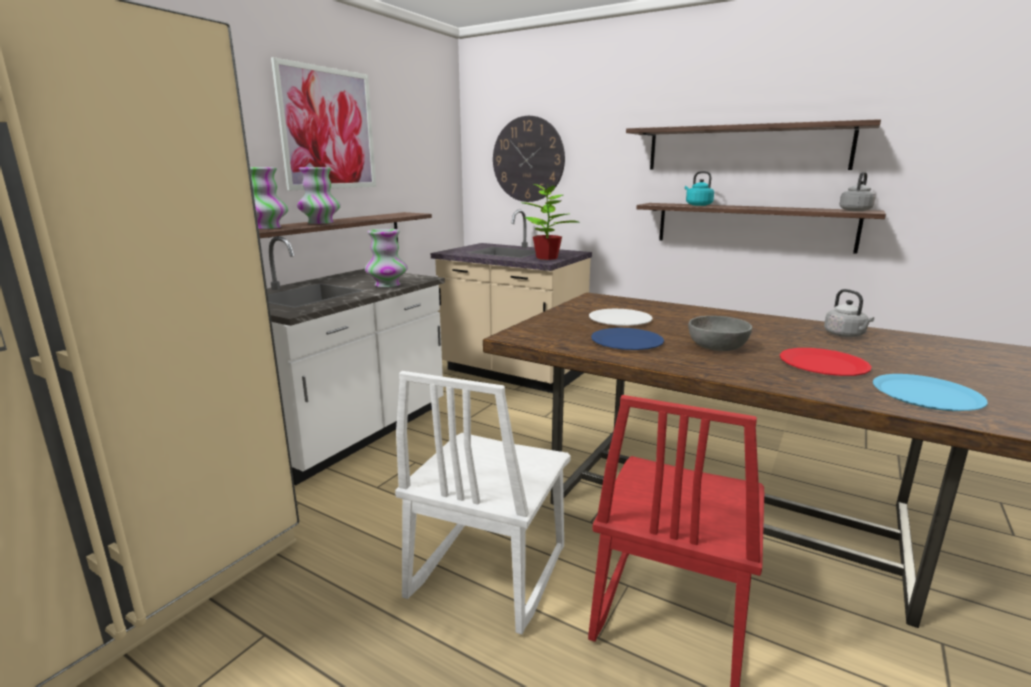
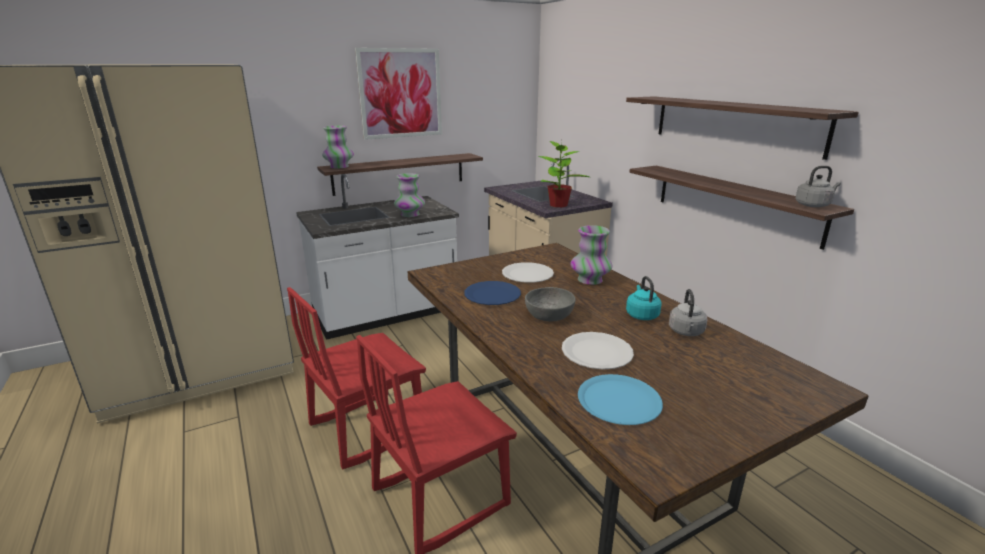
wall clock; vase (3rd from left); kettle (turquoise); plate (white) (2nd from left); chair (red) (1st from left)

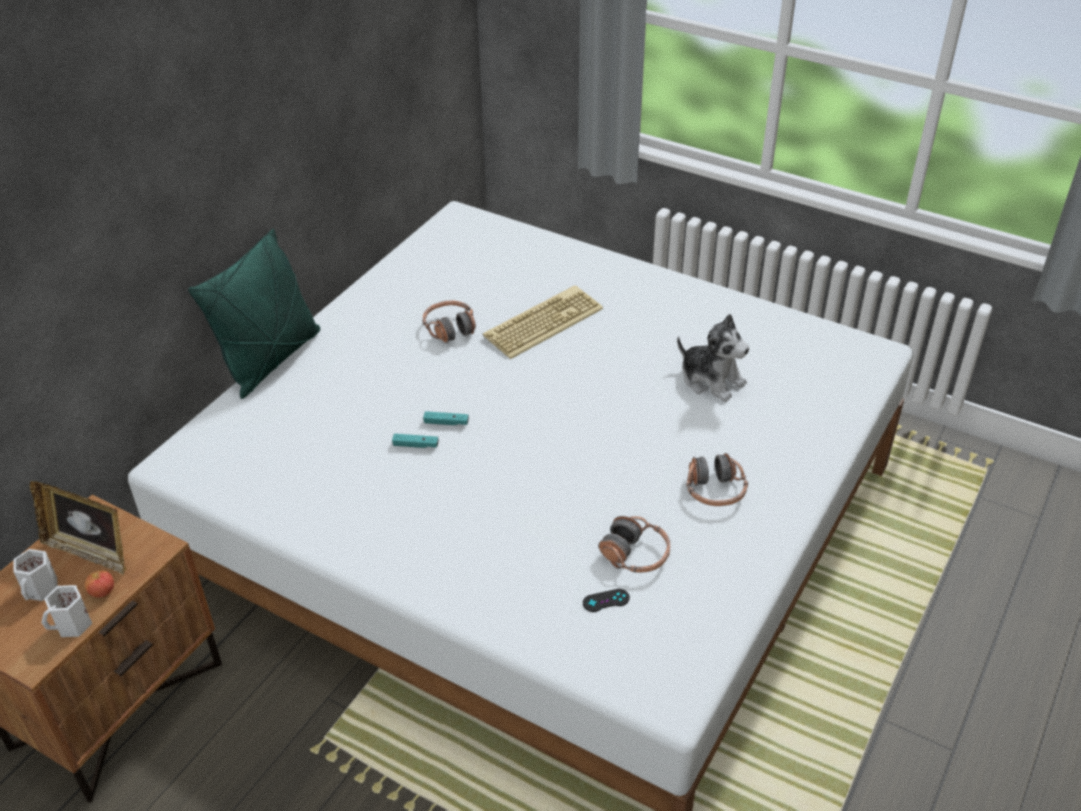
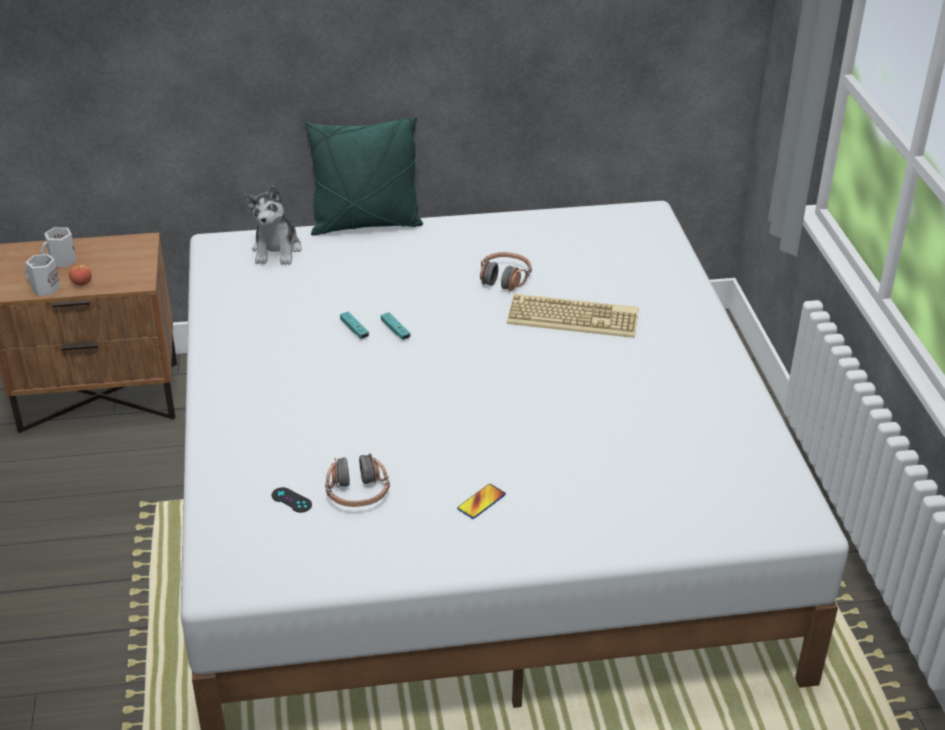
plush toy; phone; picture frame

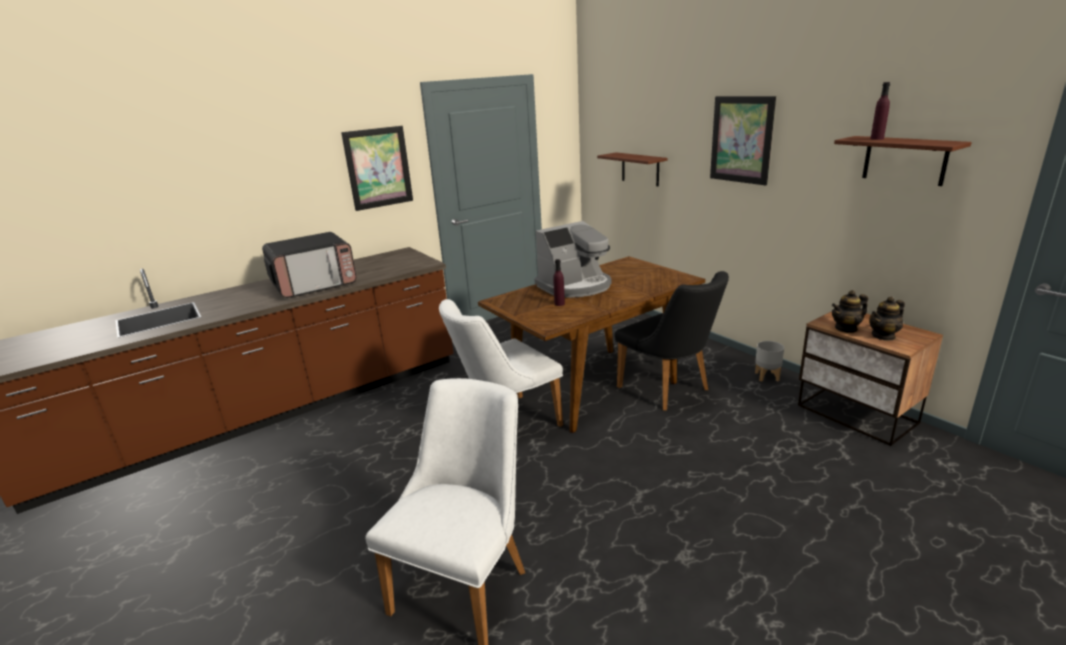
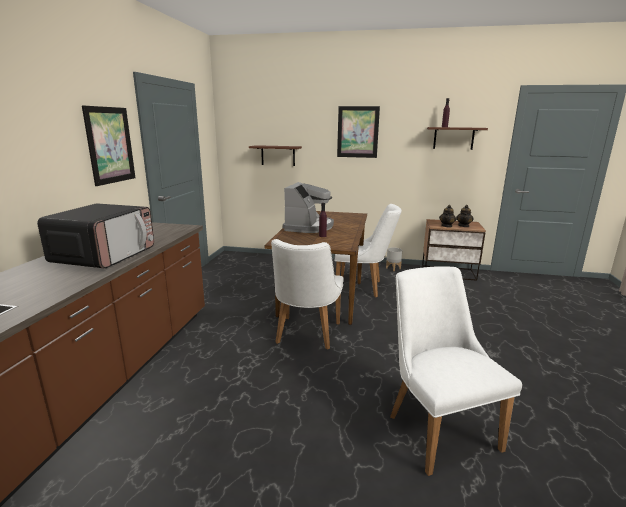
chair (white) (2nd from left)

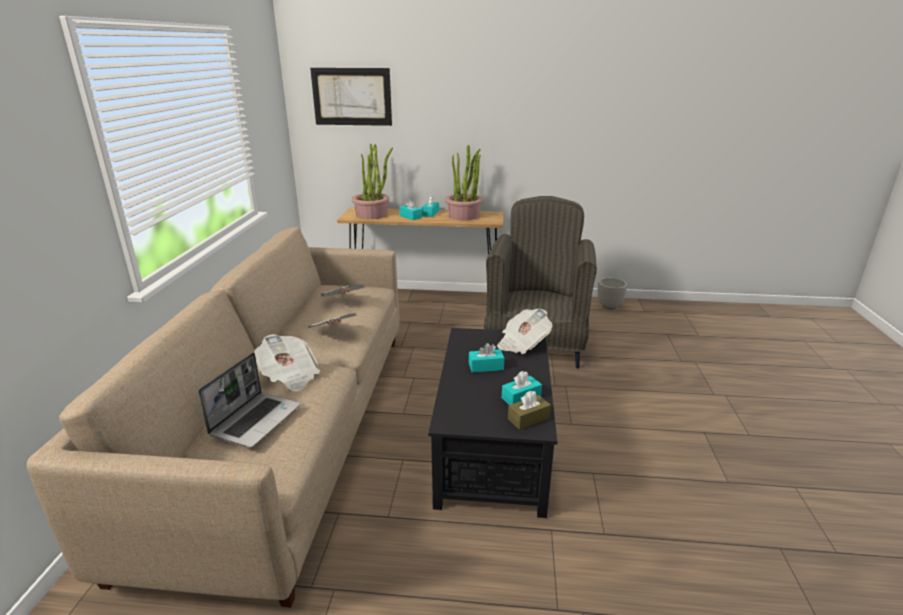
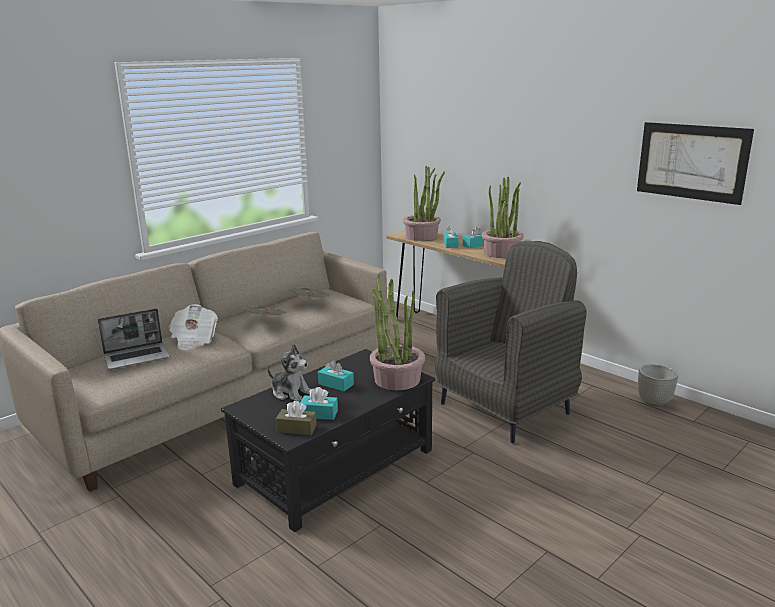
picture; potted plant (1st from left); plush toy

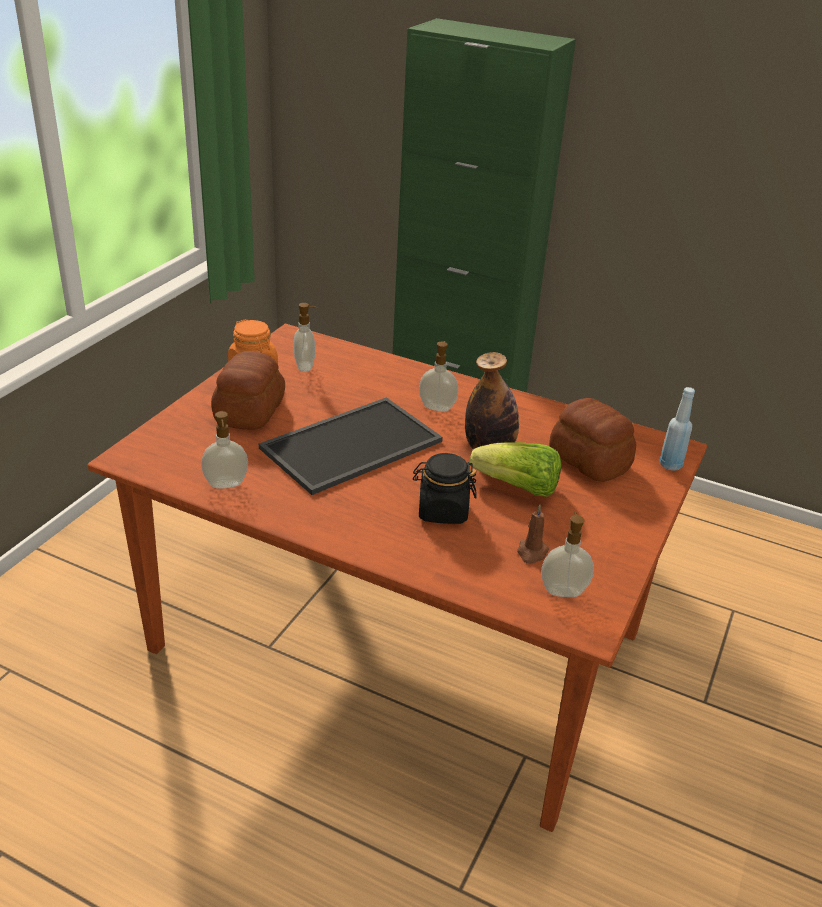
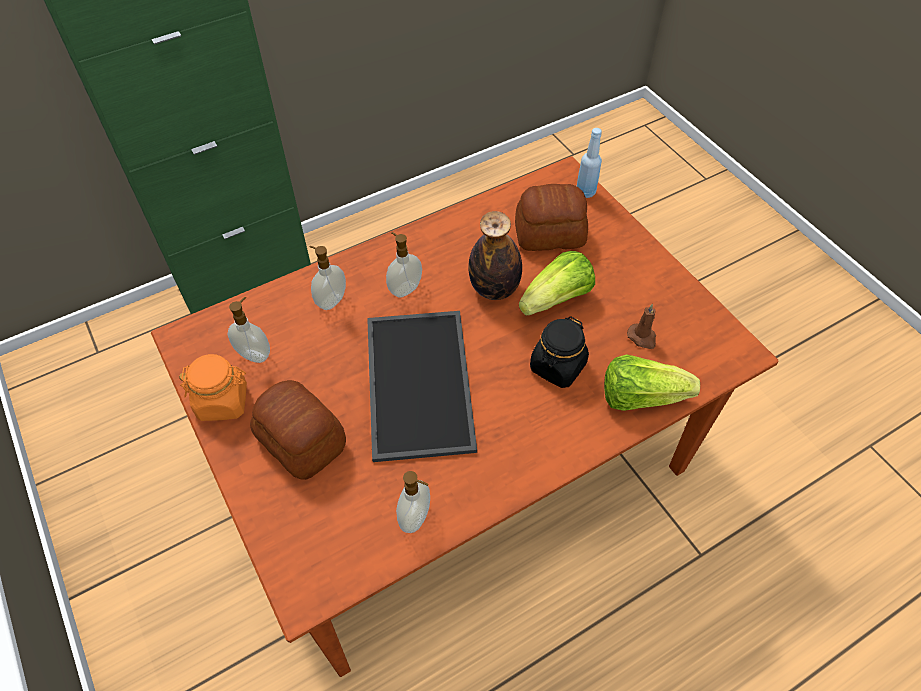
soap dispenser (2nd from left); lettuce (2nd from left)

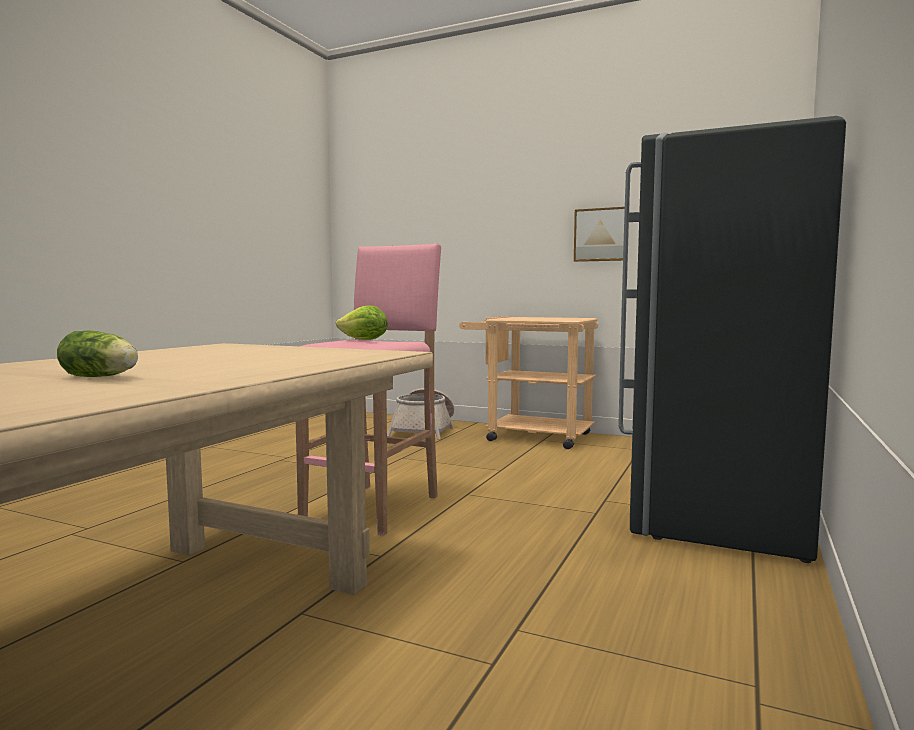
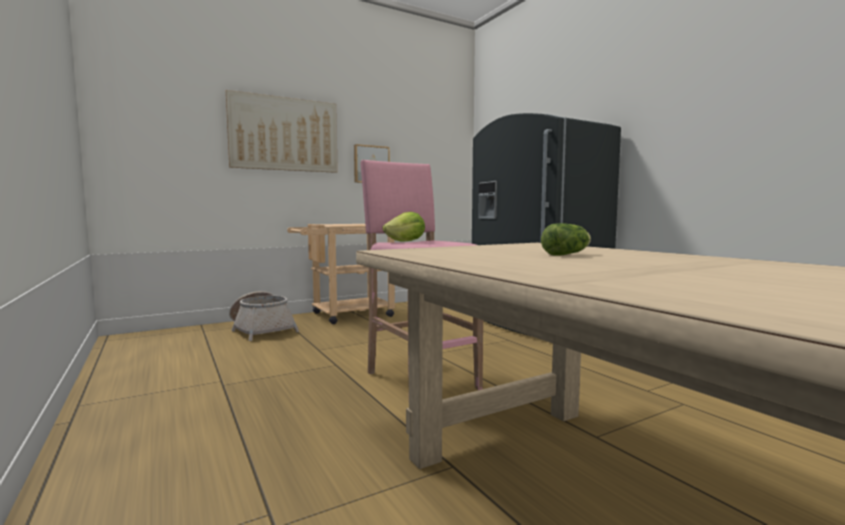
lettuce (2nd from left); picture (1st from left)

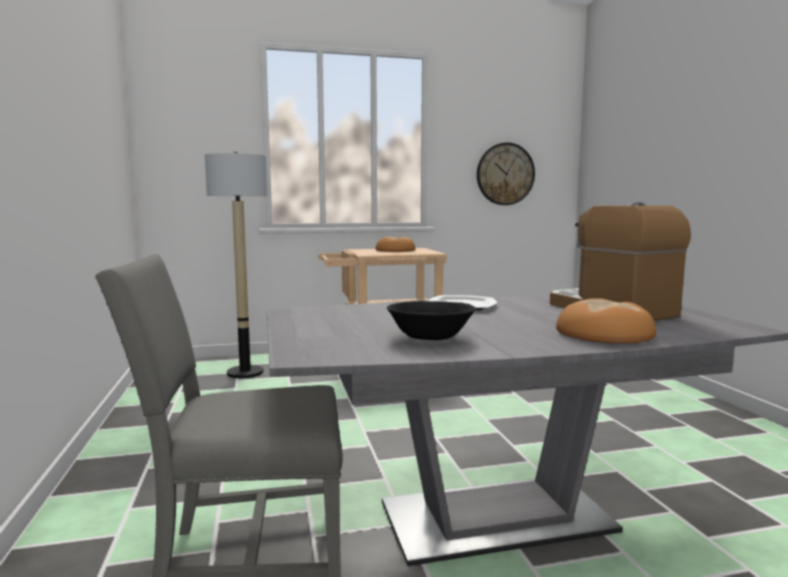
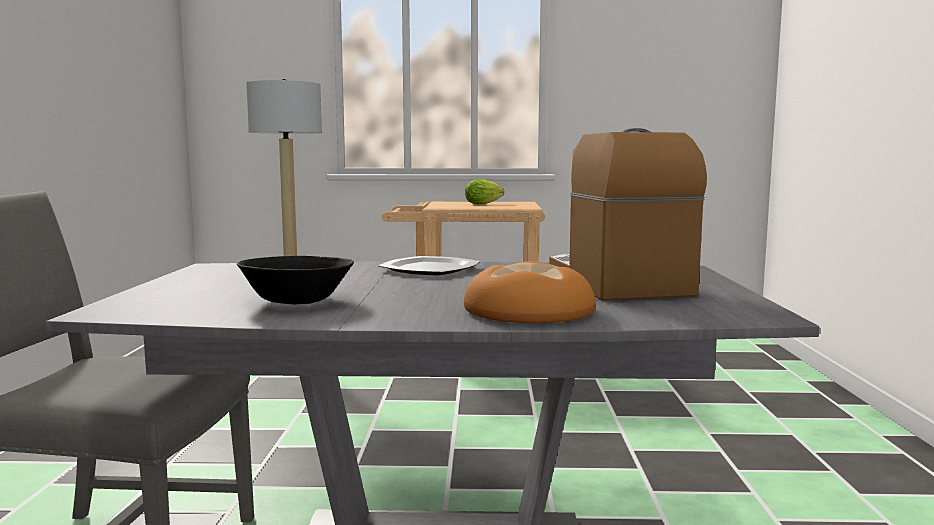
wall clock; lettuce

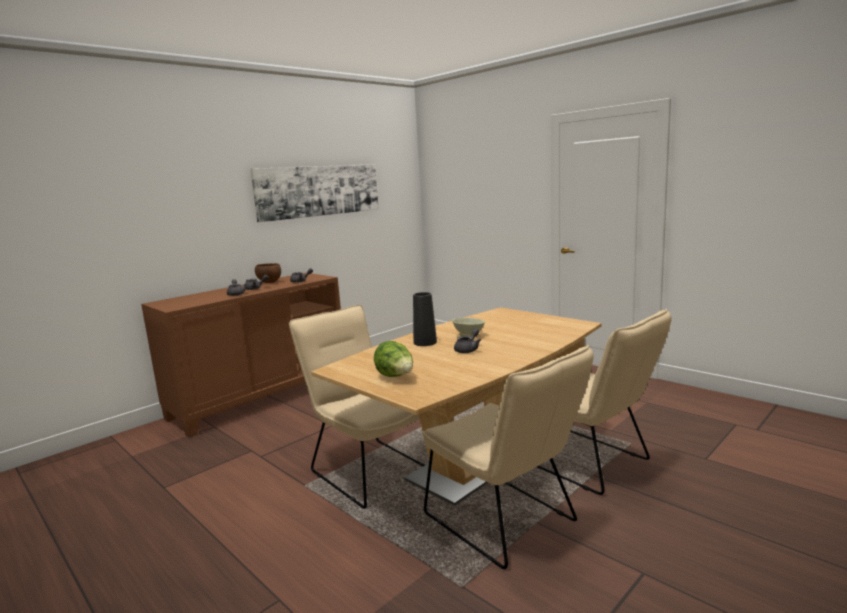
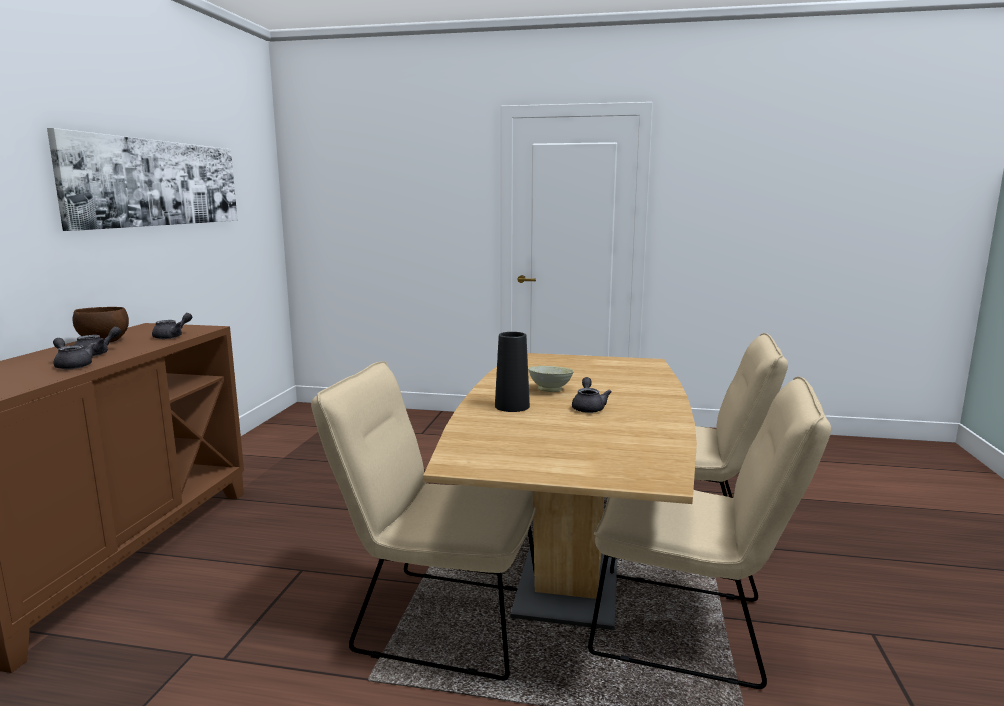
lettuce

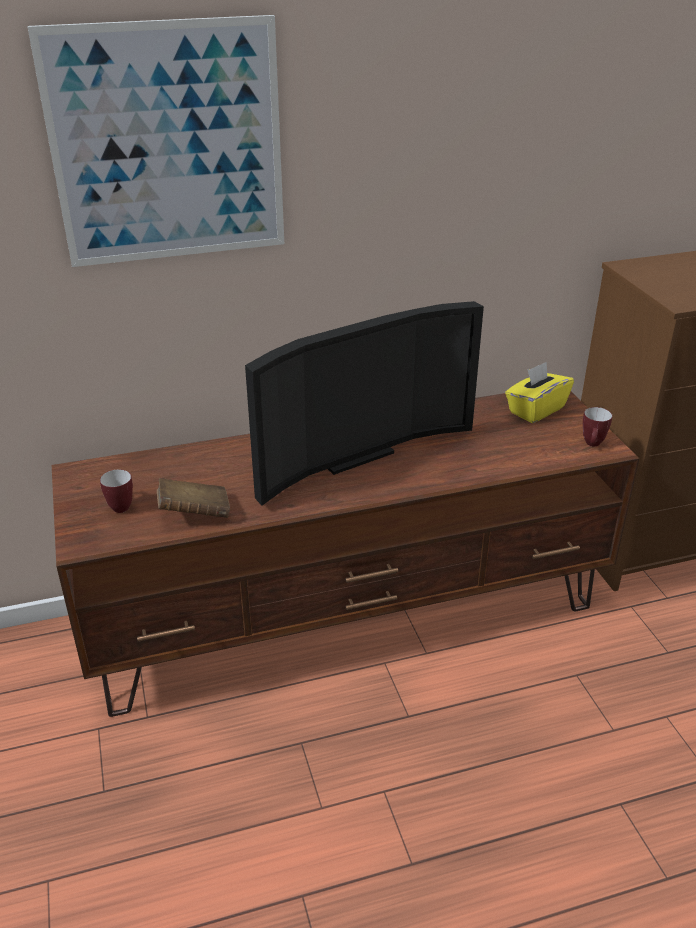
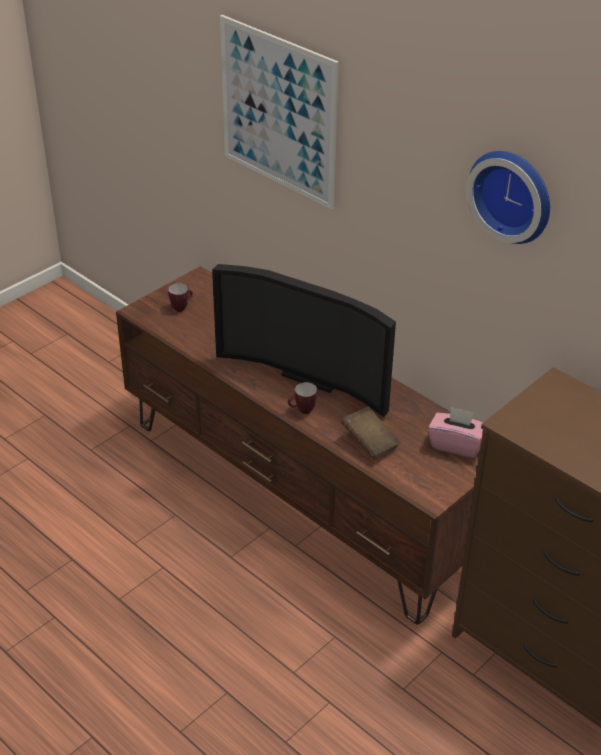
tissue box (pink); mug (2nd from left); book (brown); wall clock

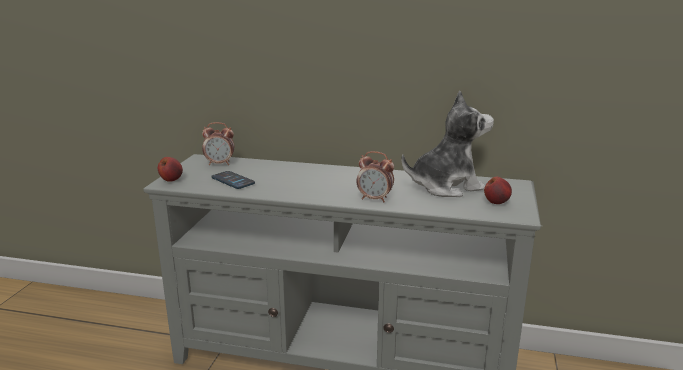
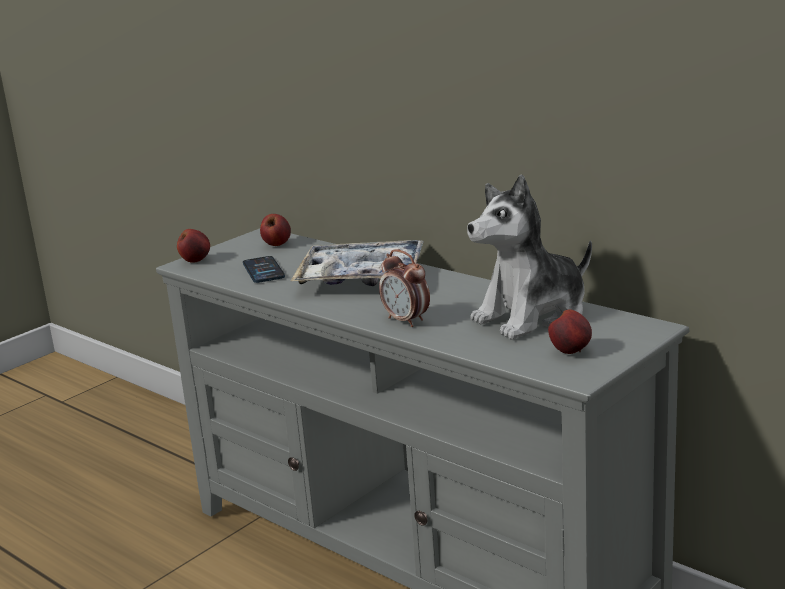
plush toy; apple (2nd from left); tray

